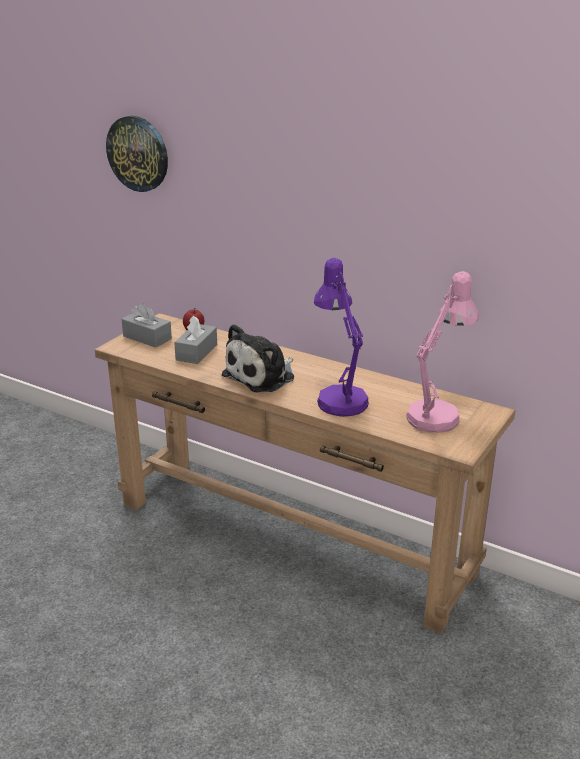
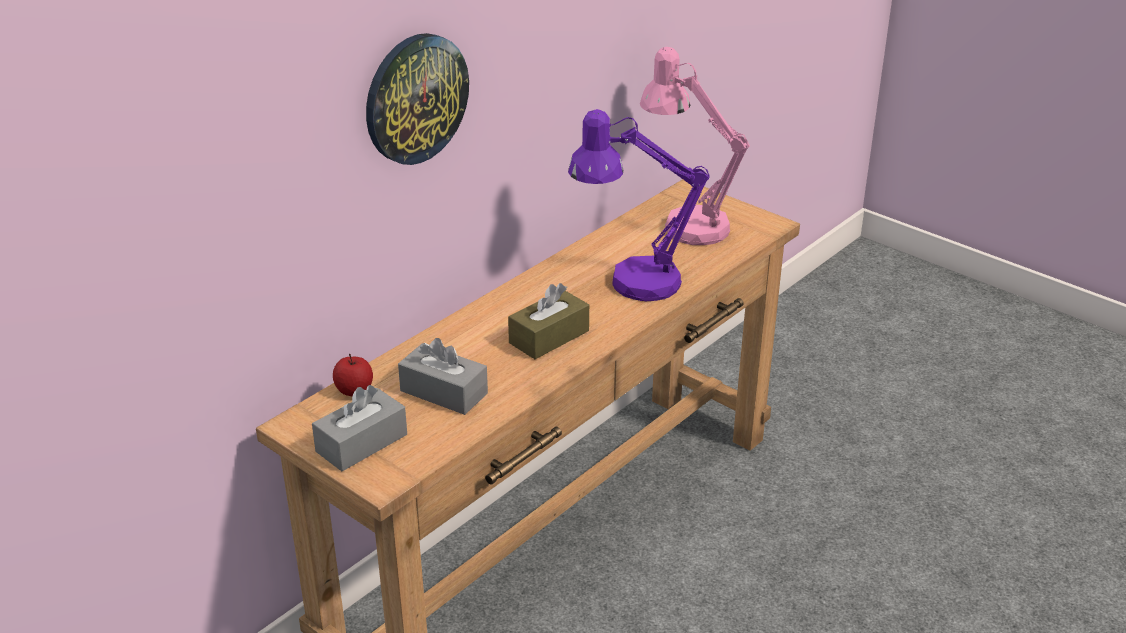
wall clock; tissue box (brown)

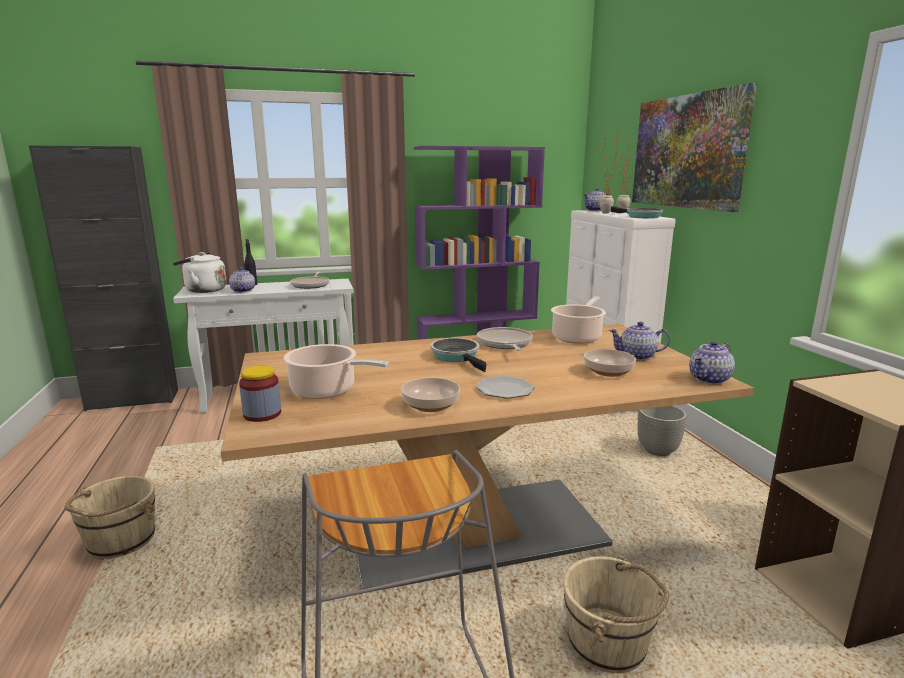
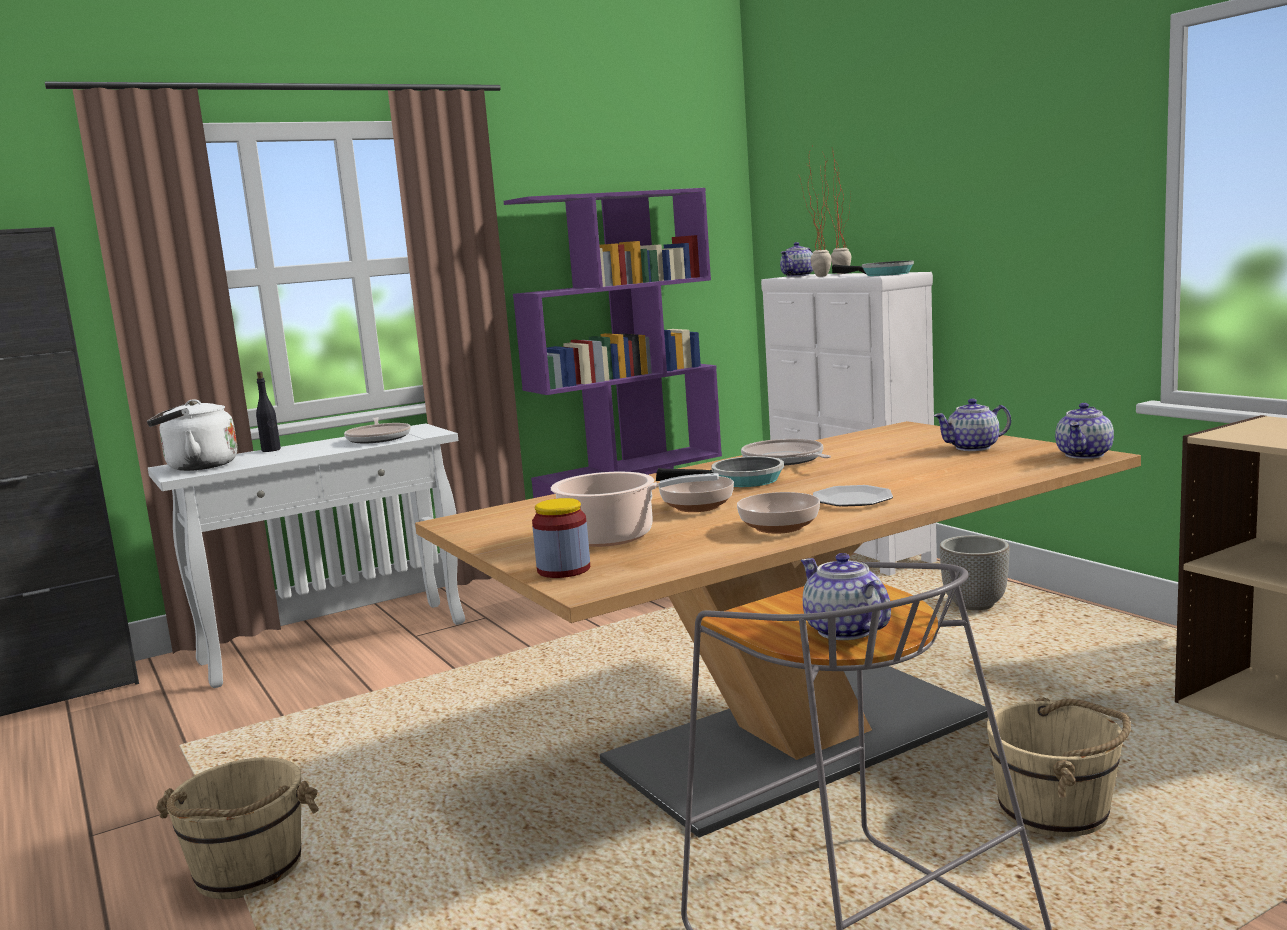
picture; teapot (2nd from left); cooking pot (2nd from left in the first image); frying pan (2nd from left); bowl (1st from left)

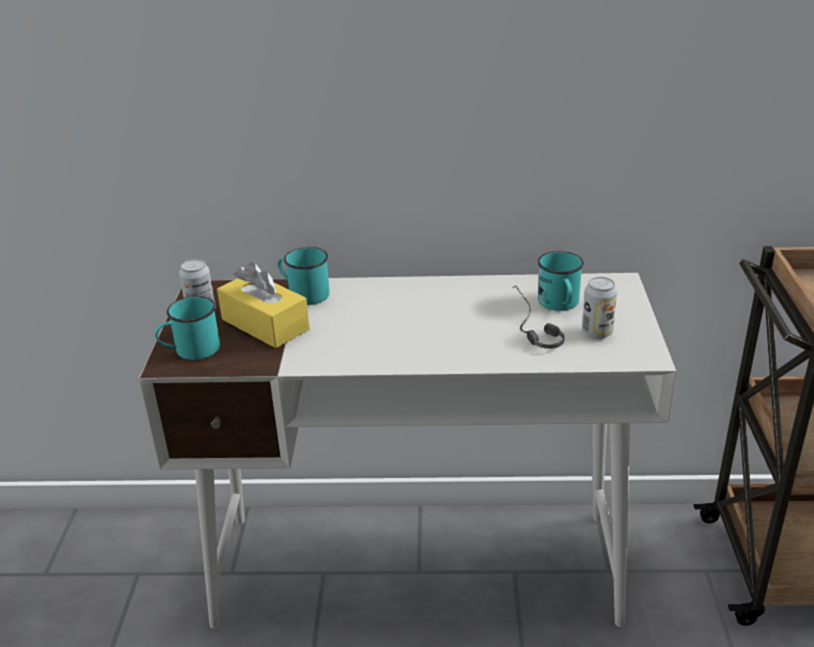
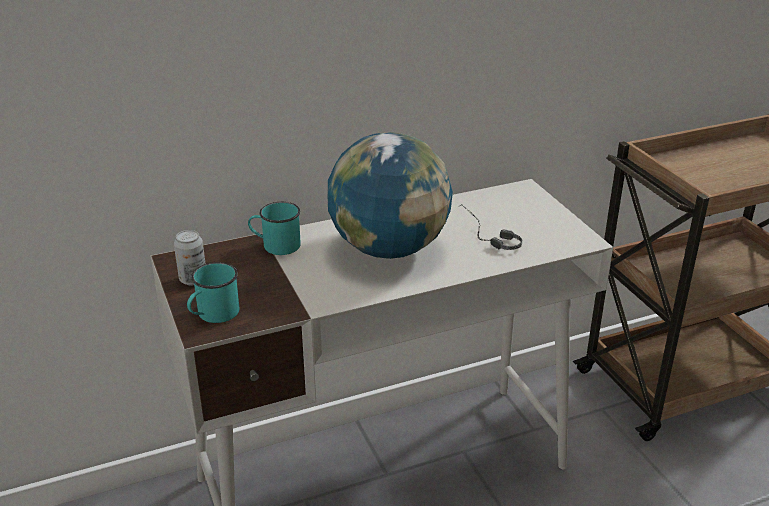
mug (turquoise) (3rd from left in the first image); tissue box (yellow); can (2nd from left in the first image); globe

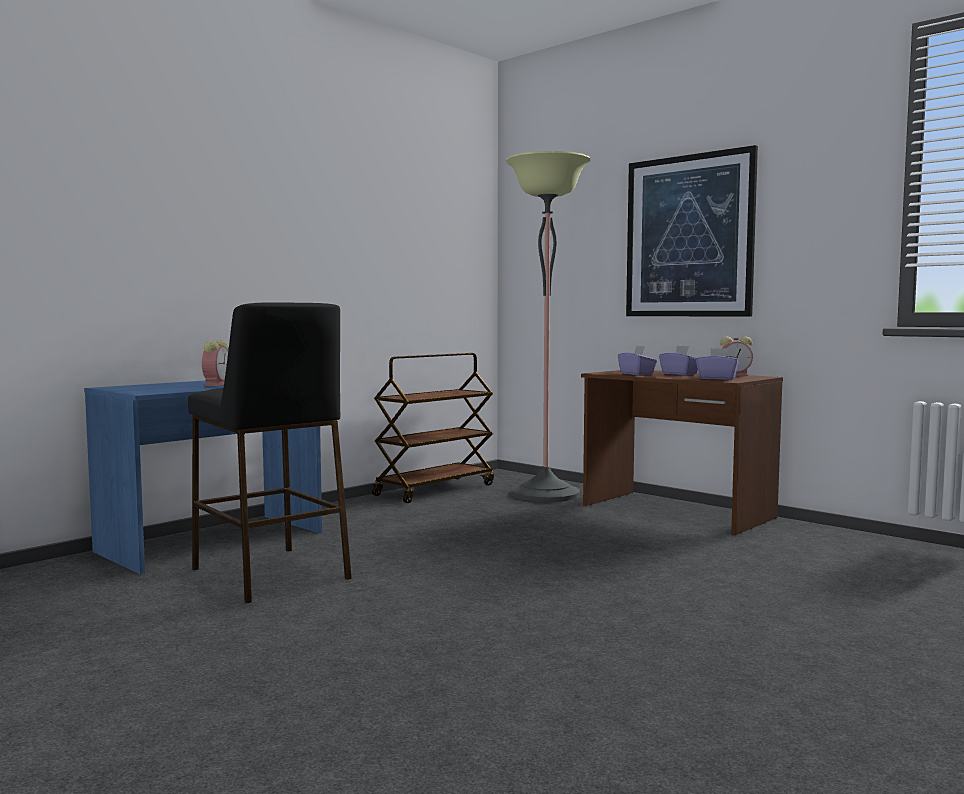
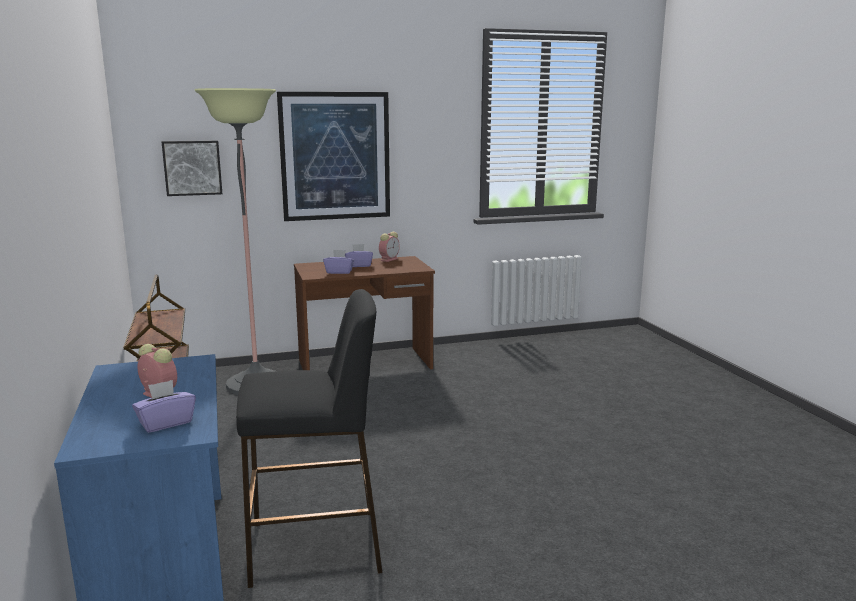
tissue box (purple) (1st from left); picture (1st from left)

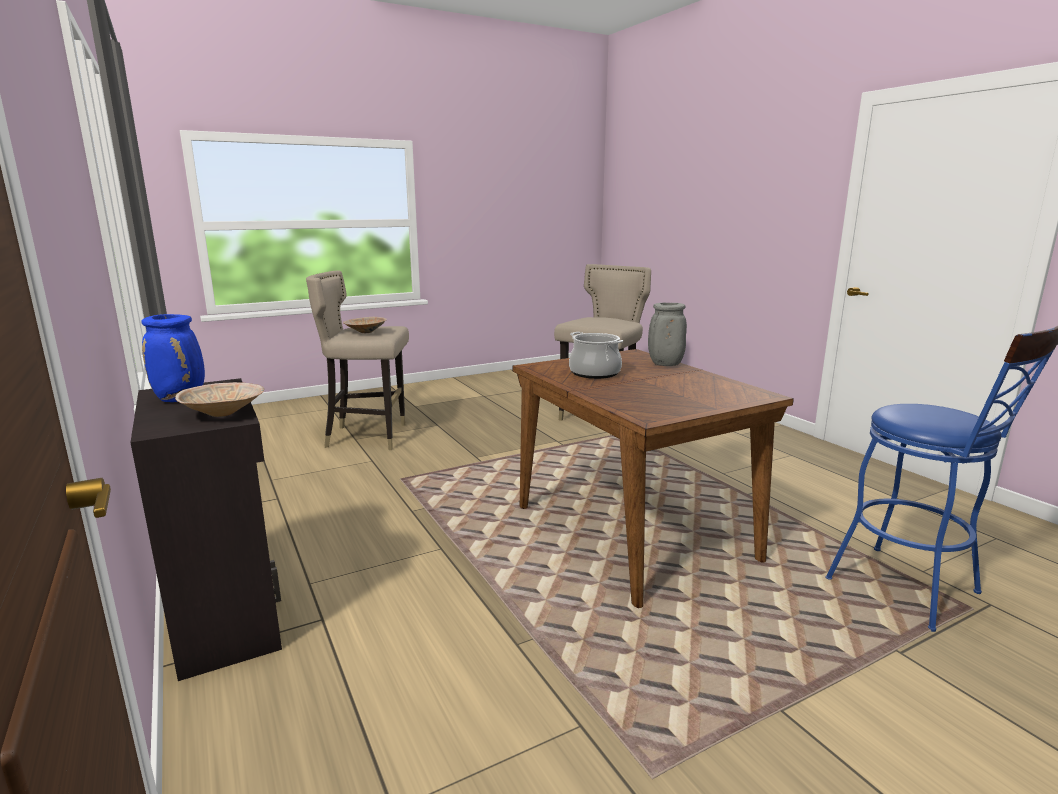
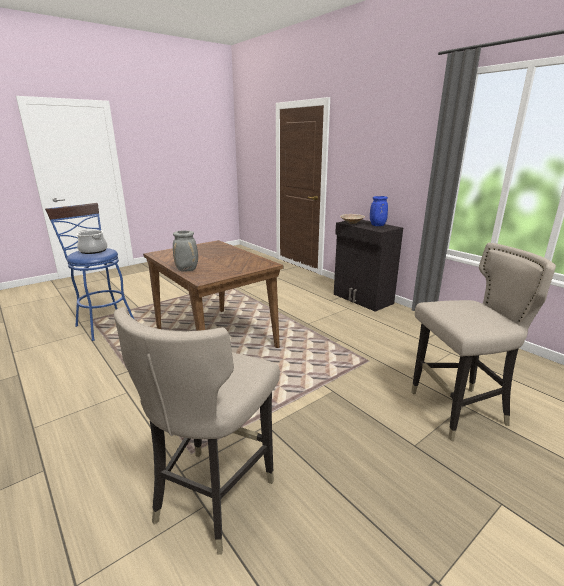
bowl (beige) (2nd from left in the first image); cooking pot

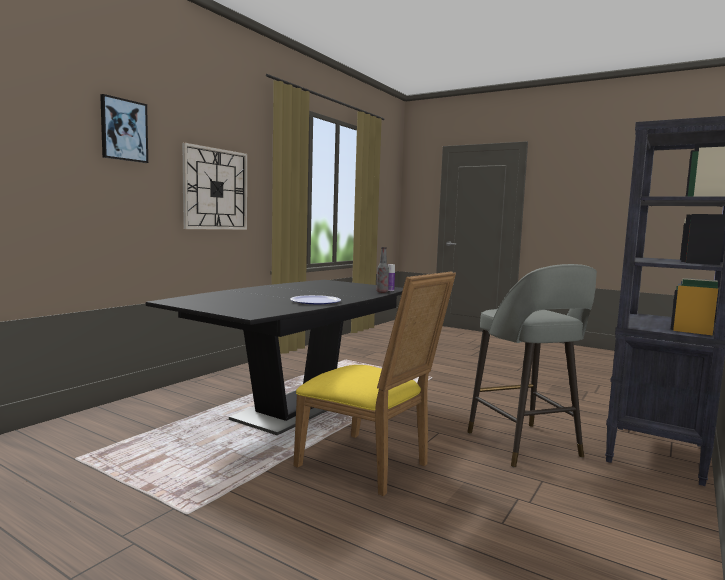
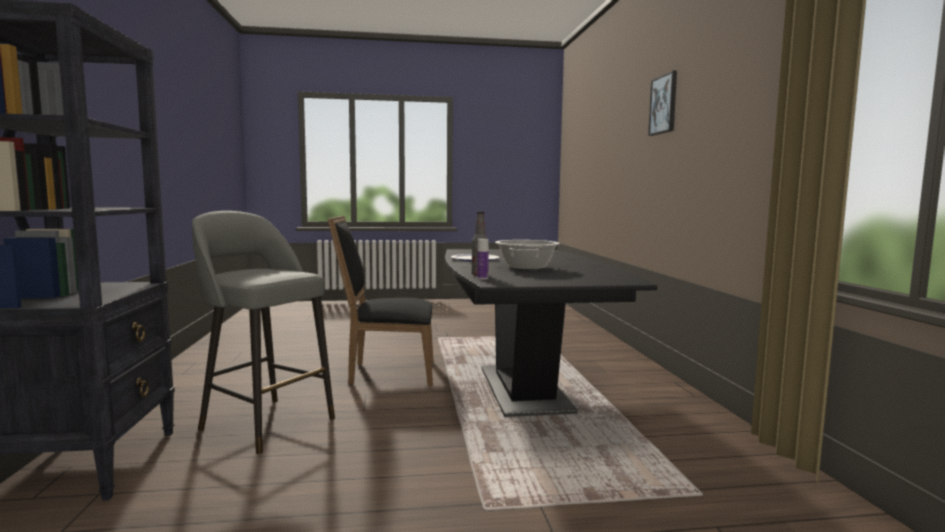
wall clock; chair (black); cooking pot

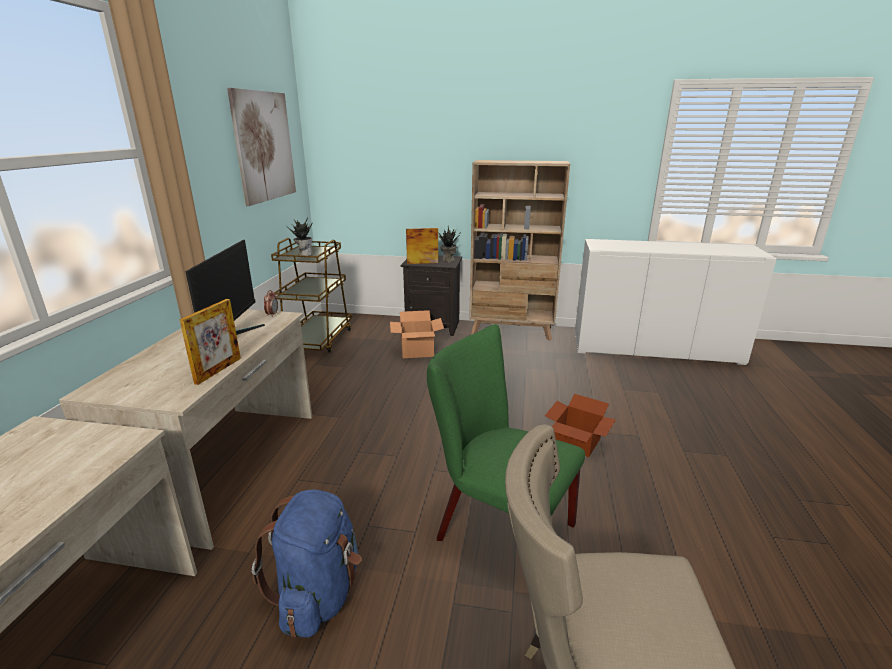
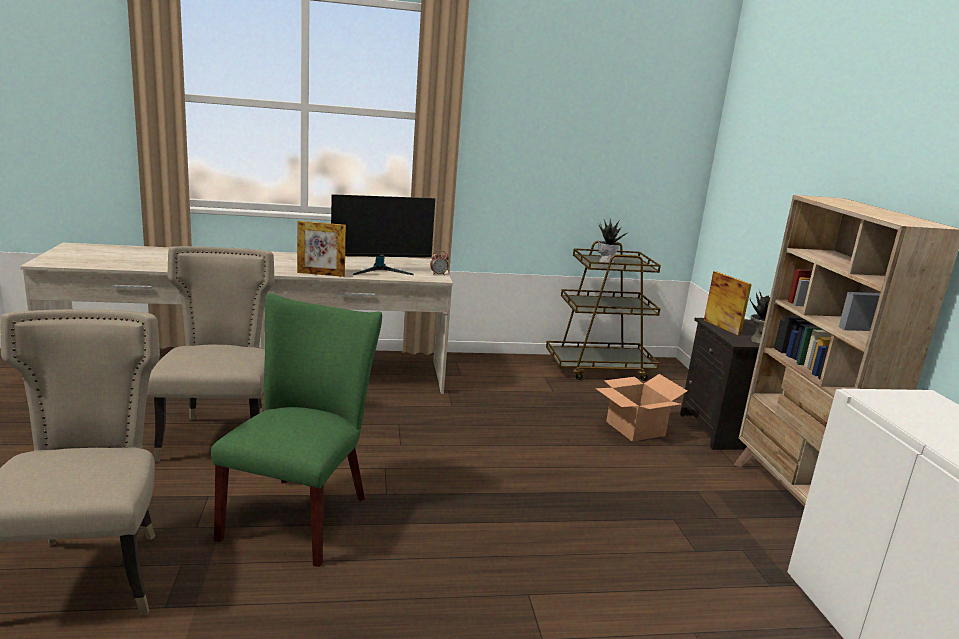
picture; cardboard box (2nd from left in the first image); chair (beige) (2nd from left)

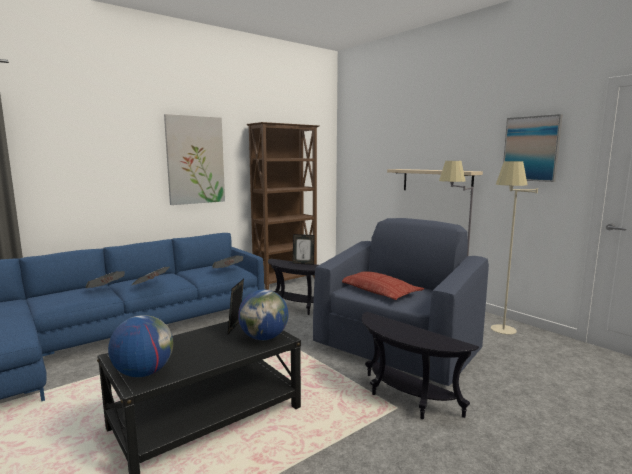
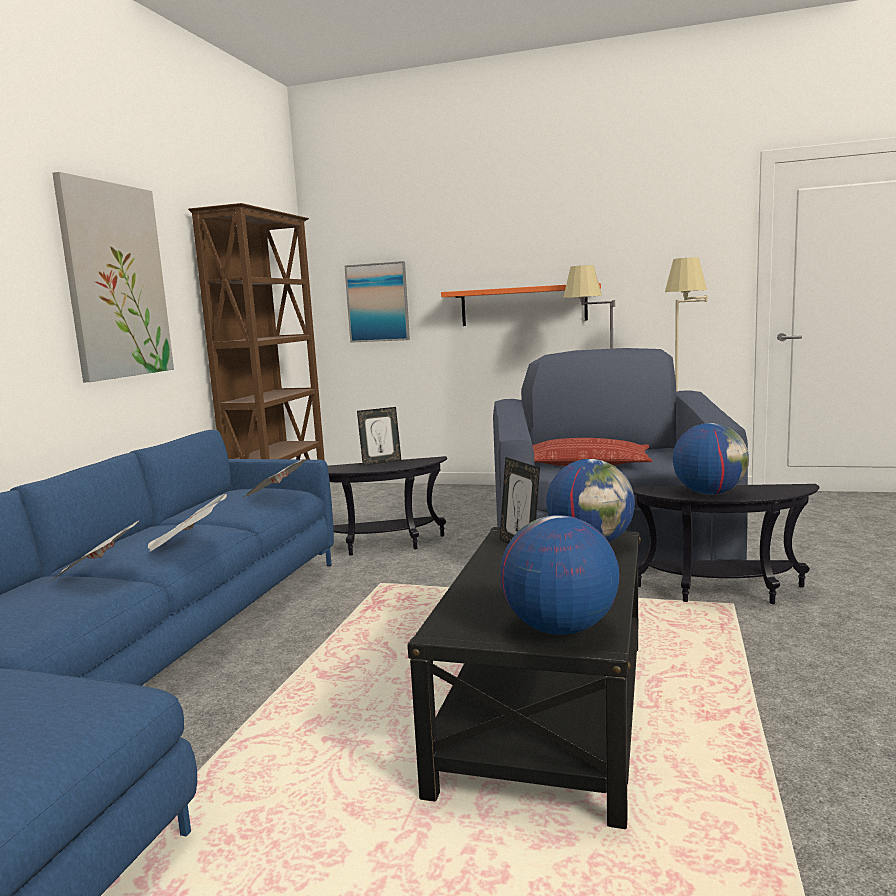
picture (2nd from left); shelf (orange); globe (3rd from left)

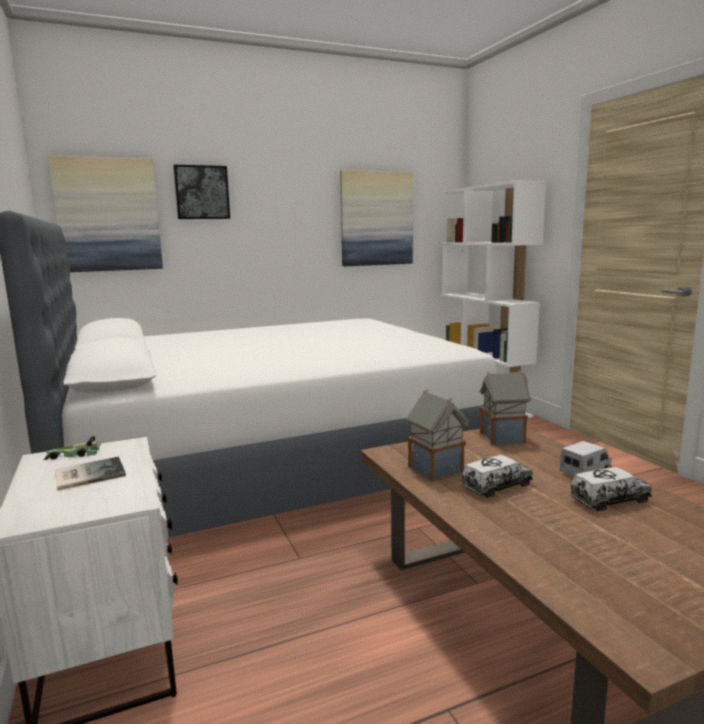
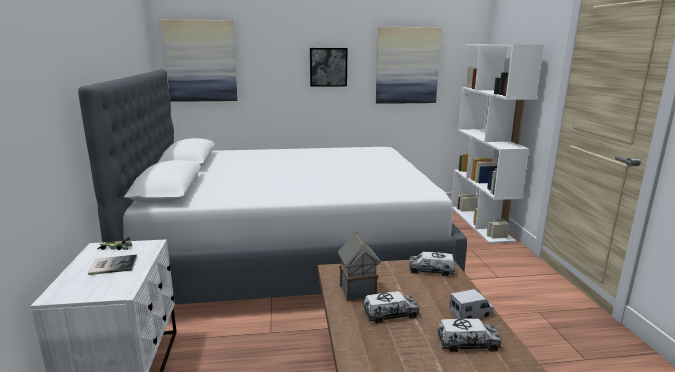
picture (2nd from left); toy truck (2nd from left)

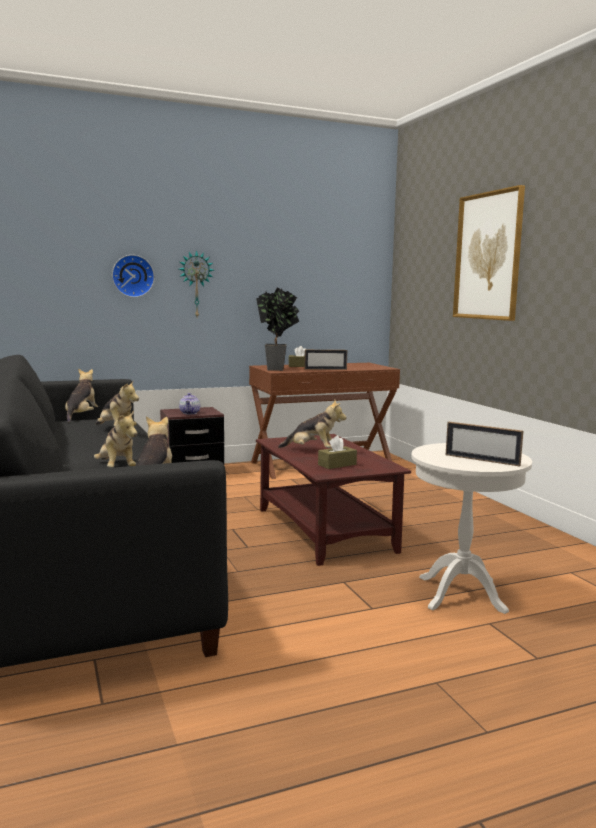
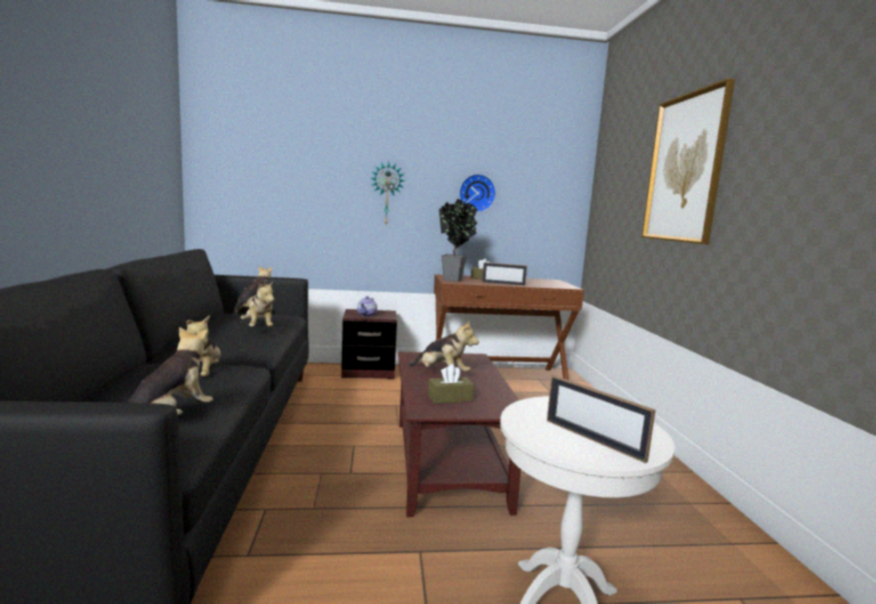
wall clock (2nd from left)

